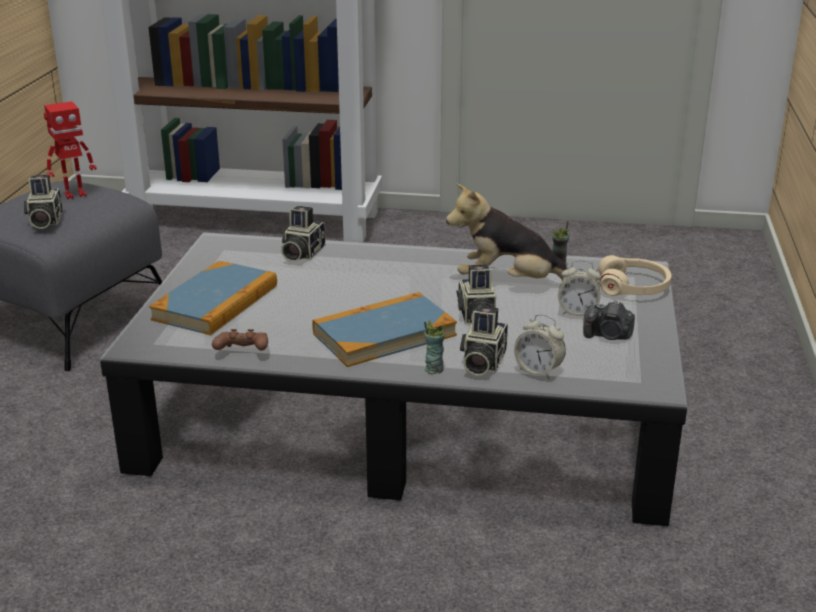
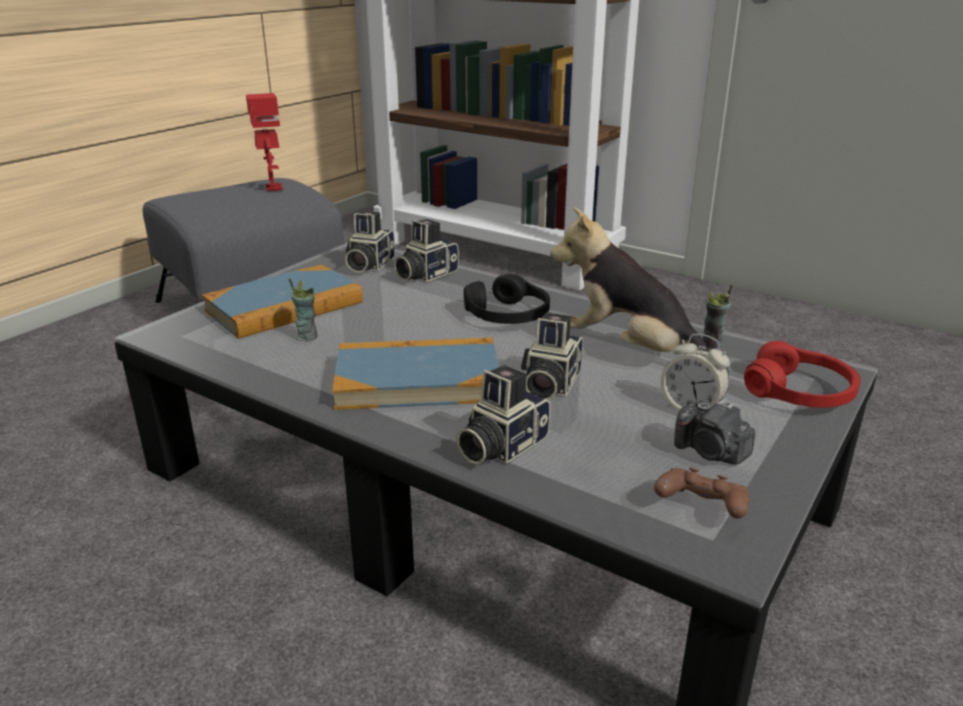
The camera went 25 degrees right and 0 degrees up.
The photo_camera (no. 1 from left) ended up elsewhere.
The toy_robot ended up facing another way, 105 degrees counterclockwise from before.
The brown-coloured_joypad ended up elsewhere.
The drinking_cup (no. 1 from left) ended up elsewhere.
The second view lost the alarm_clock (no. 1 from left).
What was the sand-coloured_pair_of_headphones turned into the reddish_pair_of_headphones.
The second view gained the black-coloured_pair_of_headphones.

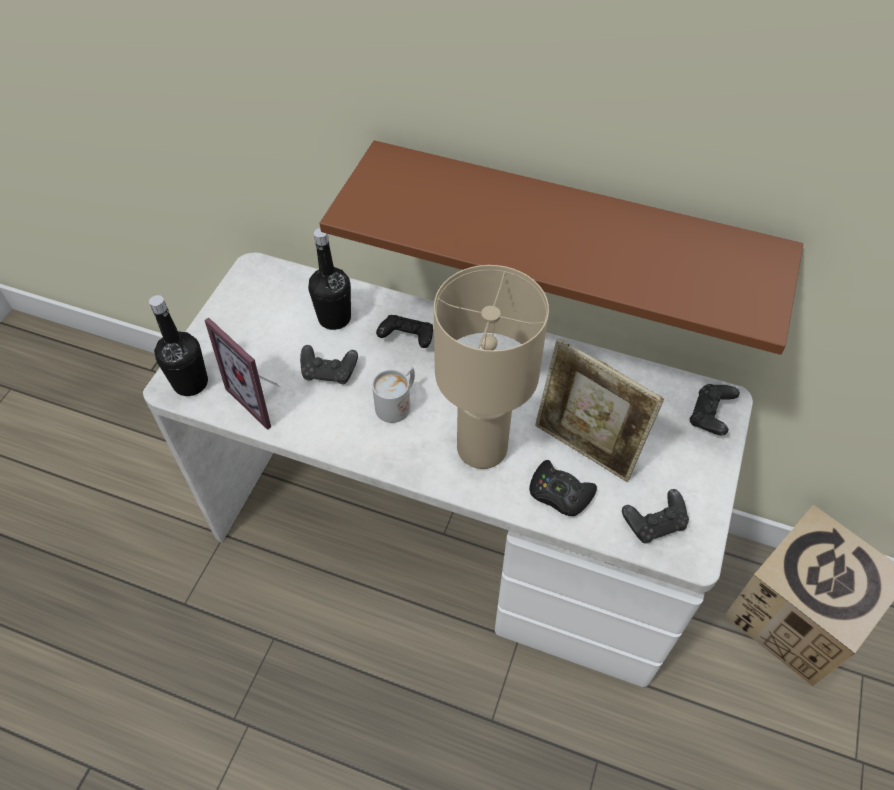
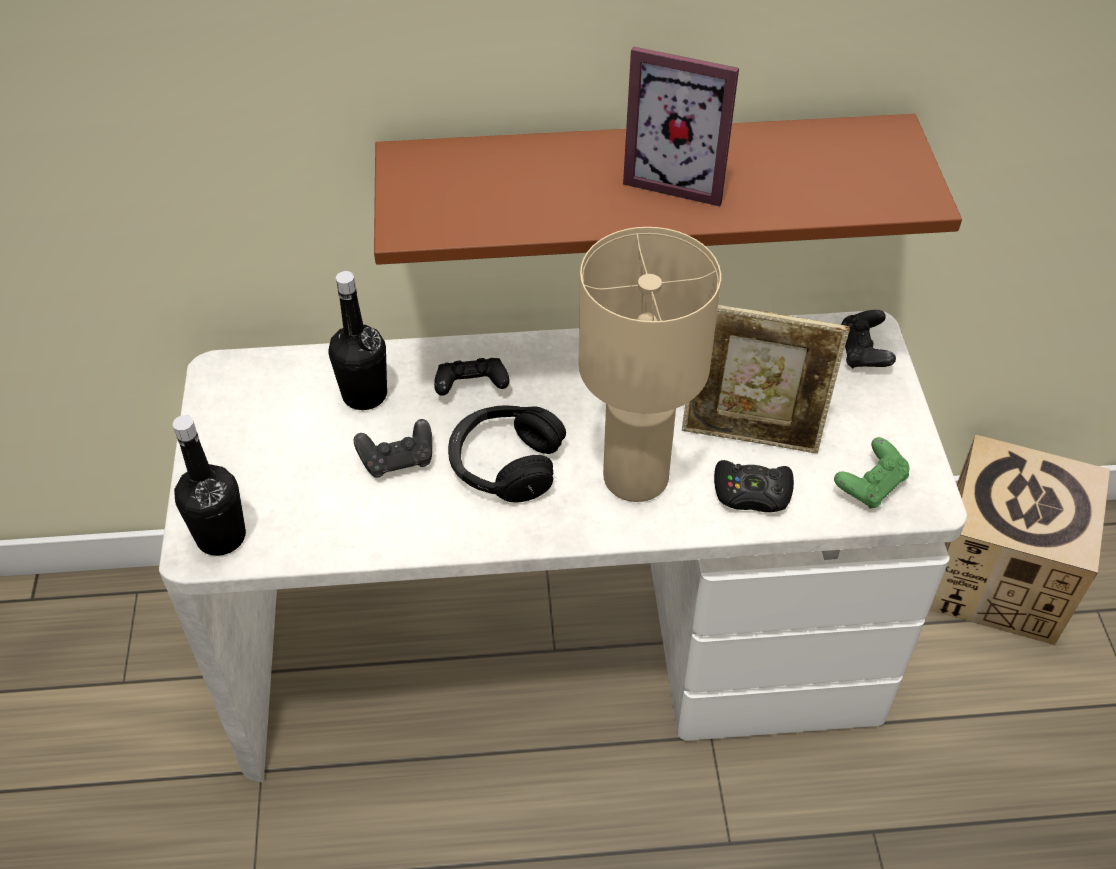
The camera went 25 degrees left and 5 degrees down.
The photo_frame (no. 1 from left) ended up elsewhere.
Where the white_mug stood, the black-coloured_pair_of_headphones came to stand.
What was the black-coloured_joypad (no. 4 from left) turned into the greenish_joypad.

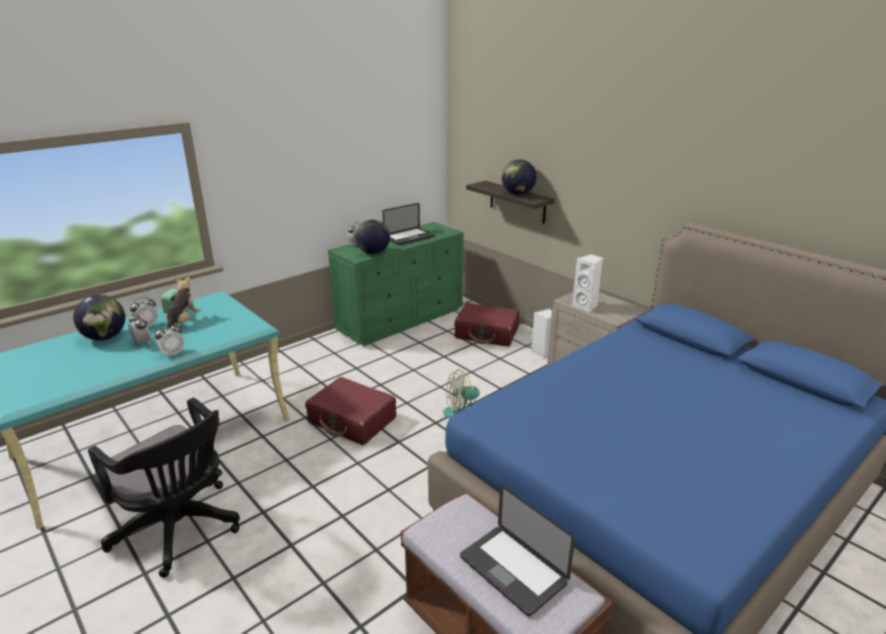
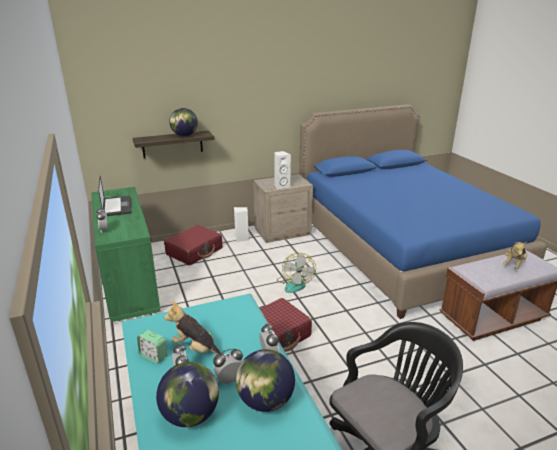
The camera went 70 degrees left and 0 degrees up.
The world_globe (no. 2 from left in the first image) ended up elsewhere.
Where the portable_computer (no. 2 from left) stood, the cuddly_toy (no. 2 from left) came to stand.

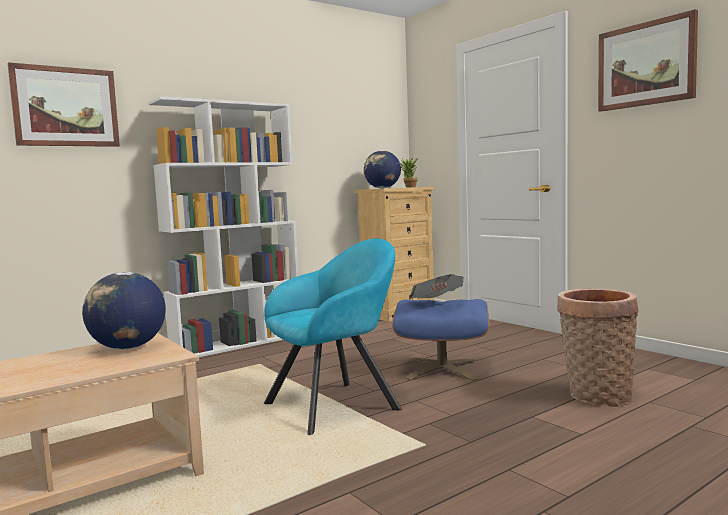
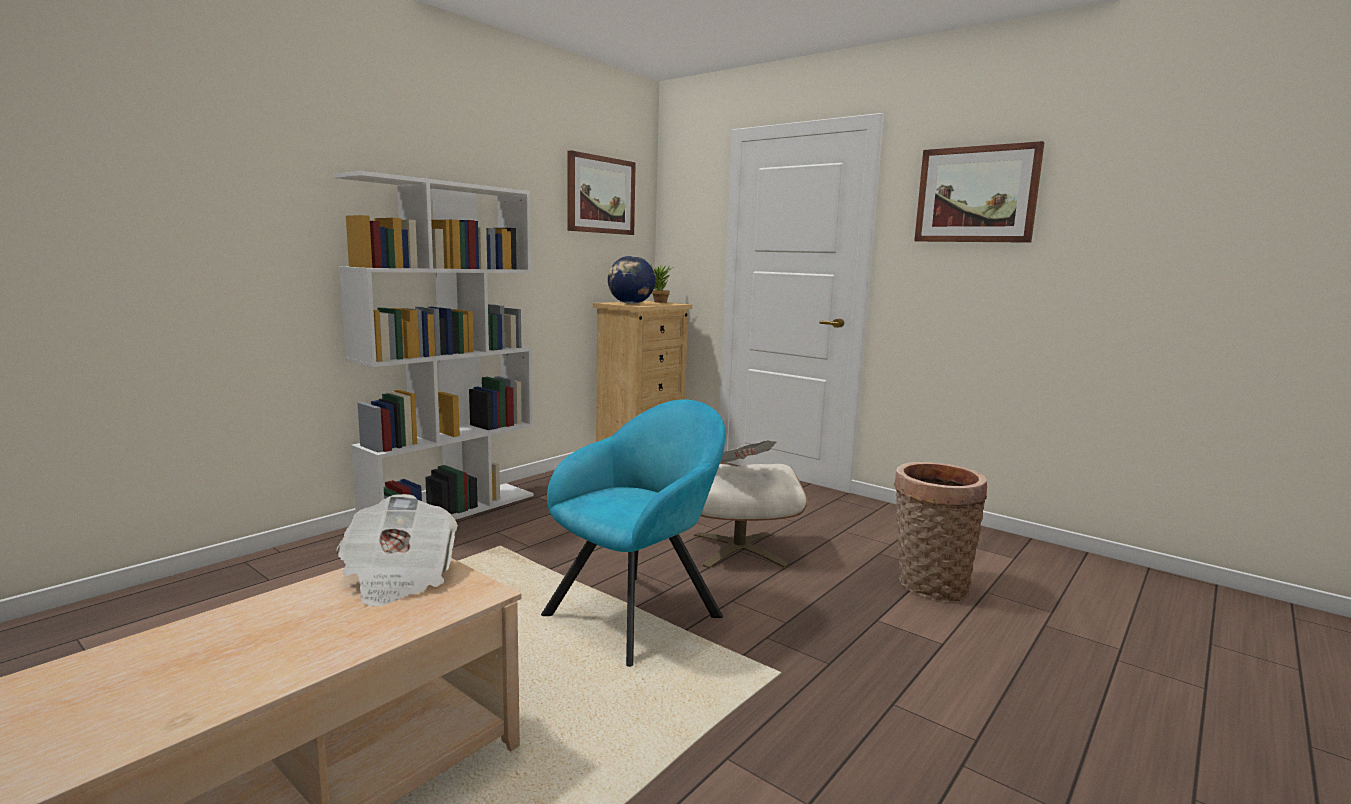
The camera went 15 degrees left and 5 degrees up.
The wall_art (no. 1 from left) ended up elsewhere.
Where the world_globe (no. 1 from left) stood, the daily_paper (no. 1 from left) came to stand.
What was the blue-coloured_footrest turned into the sand-coloured_footrest.

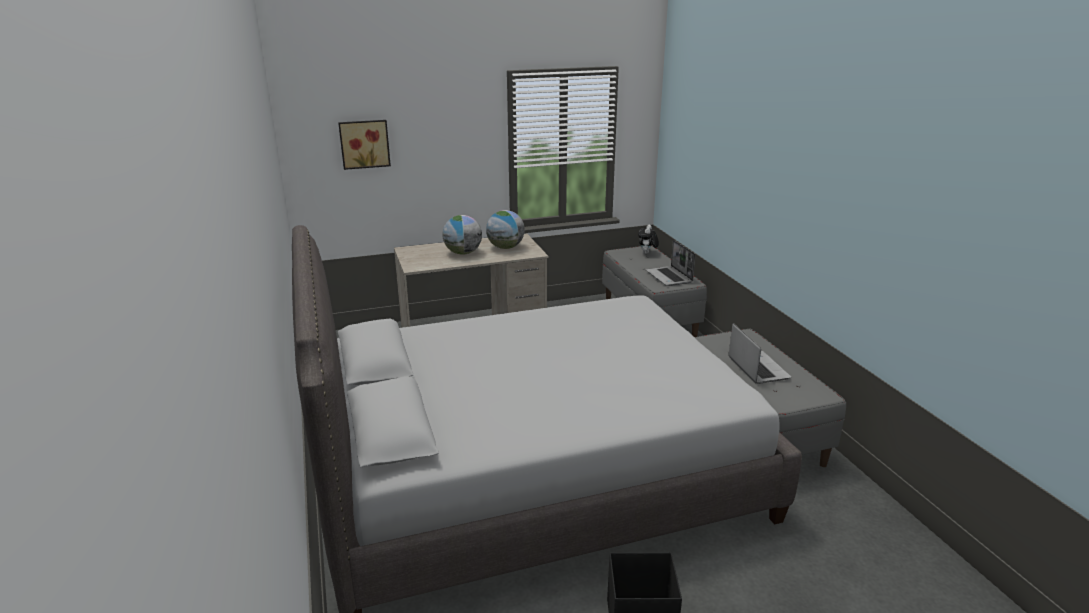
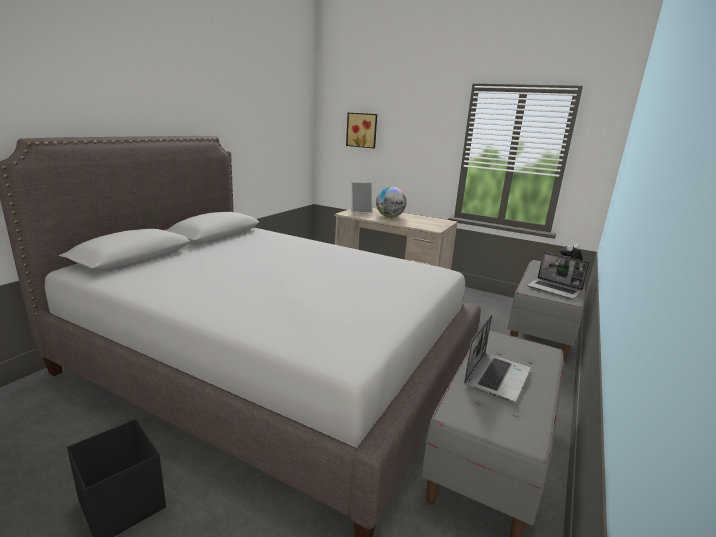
The camera went 45 degrees right and 5 degrees down.
The second view lost the world_globe (no. 2 from left).
The portable_computer (no. 1 from left in the first image) ended up facing another way, 75 degrees counterclockwise from before.
The second view gained the photo_frame.

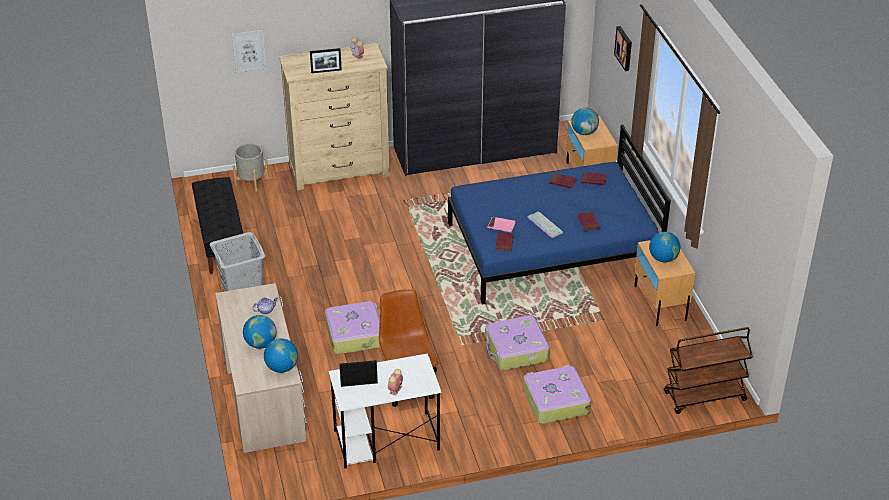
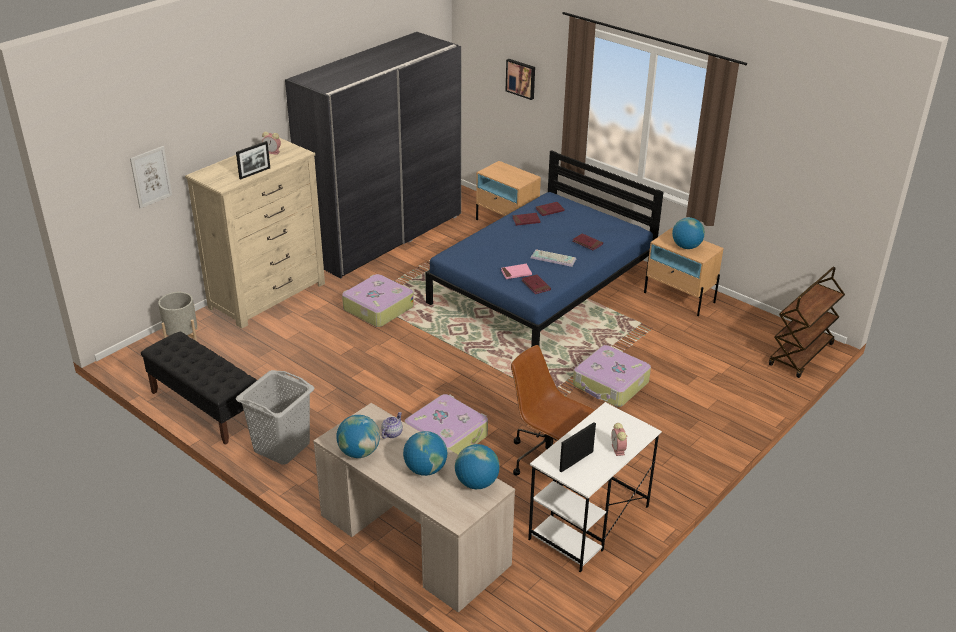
The camera went 35 degrees left and 5 degrees down.
The piece_of_luggage (no. 3 from left in the first image) ended up elsewhere.
The world_globe (no. 3 from left in the first image) ended up elsewhere.

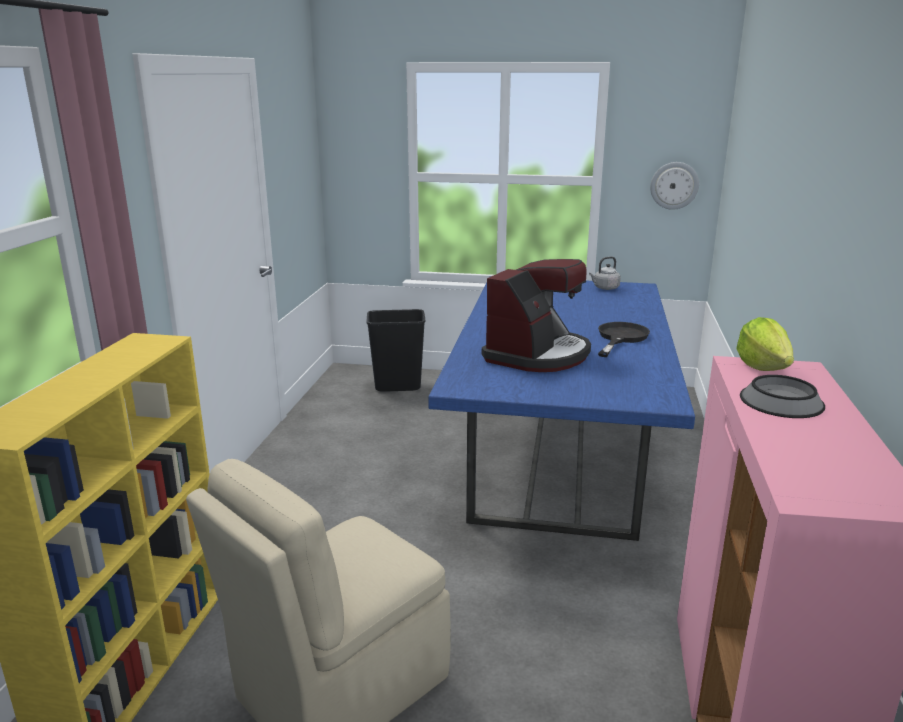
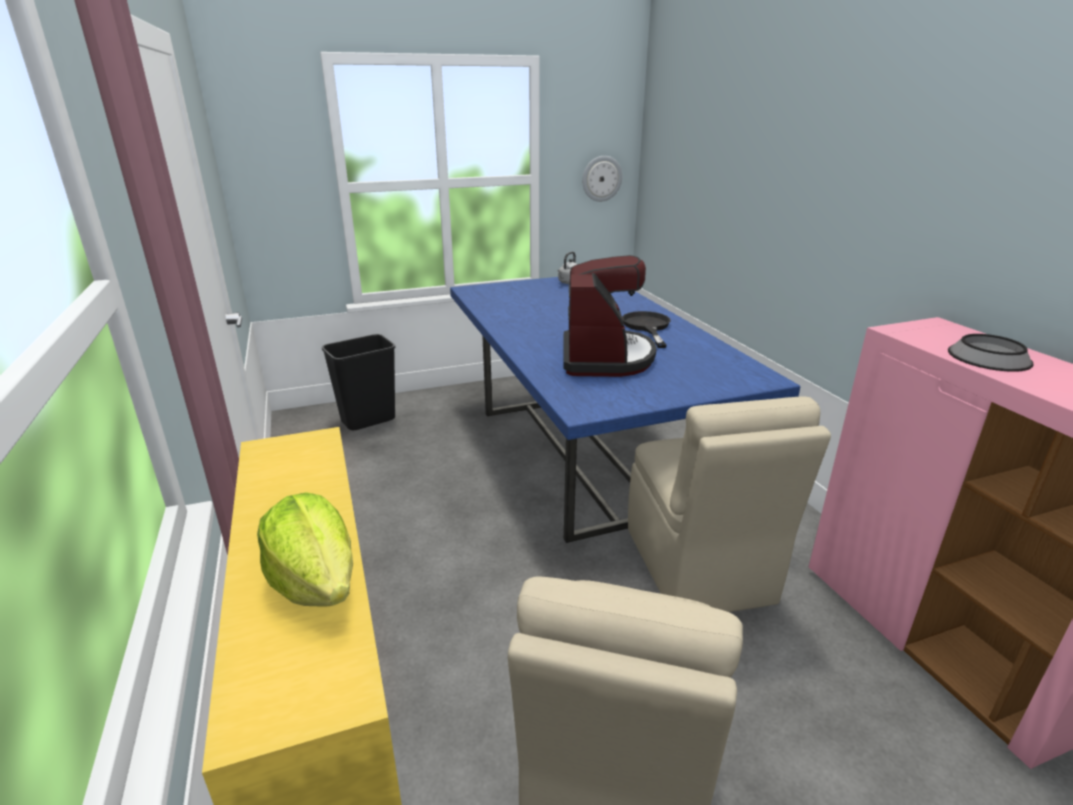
The camera went 30 degrees left and 5 degrees up.
The lettuce ended up elsewhere.
The second view gained the sand-coloured_upright_chair (no. 2 from left).

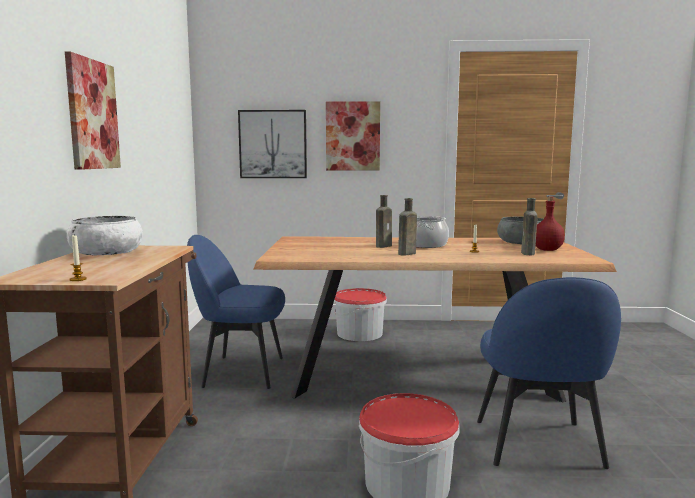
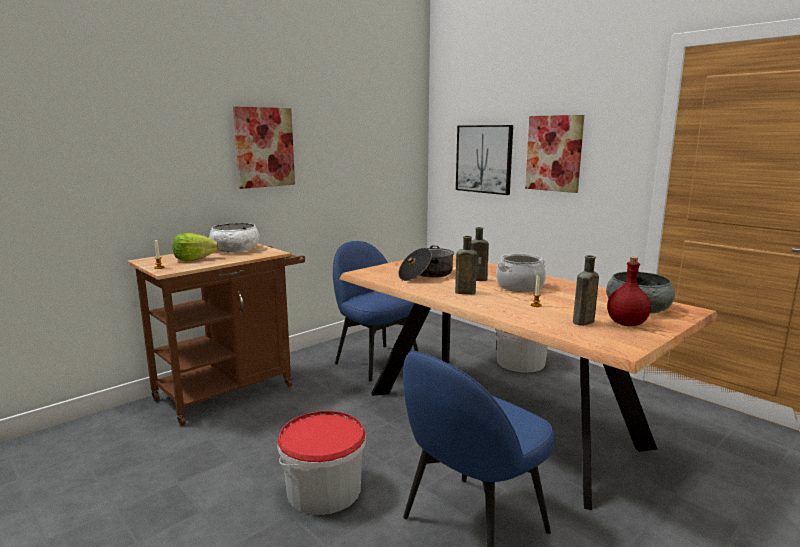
The camera went 45 degrees right and 5 degrees up.
The second view gained the lettuce.
The second view gained the cooking_pot (no. 1 from left).

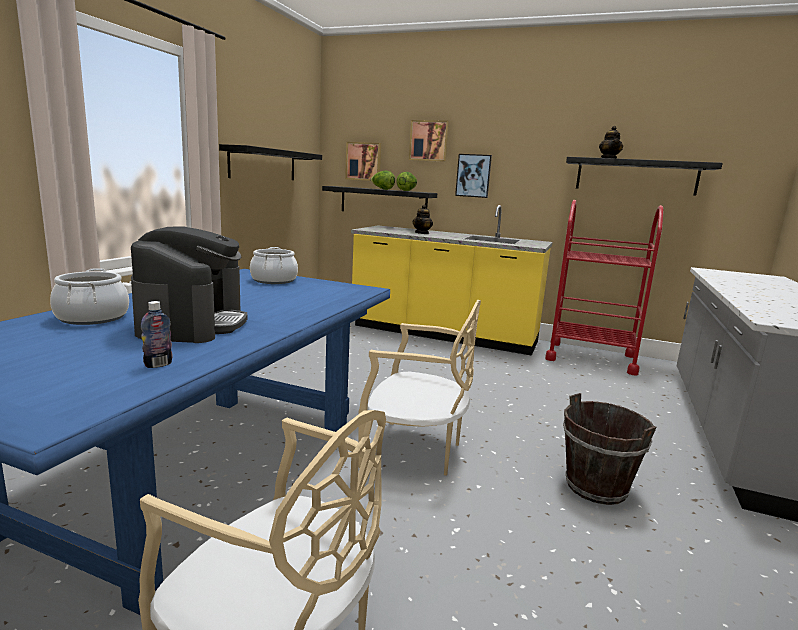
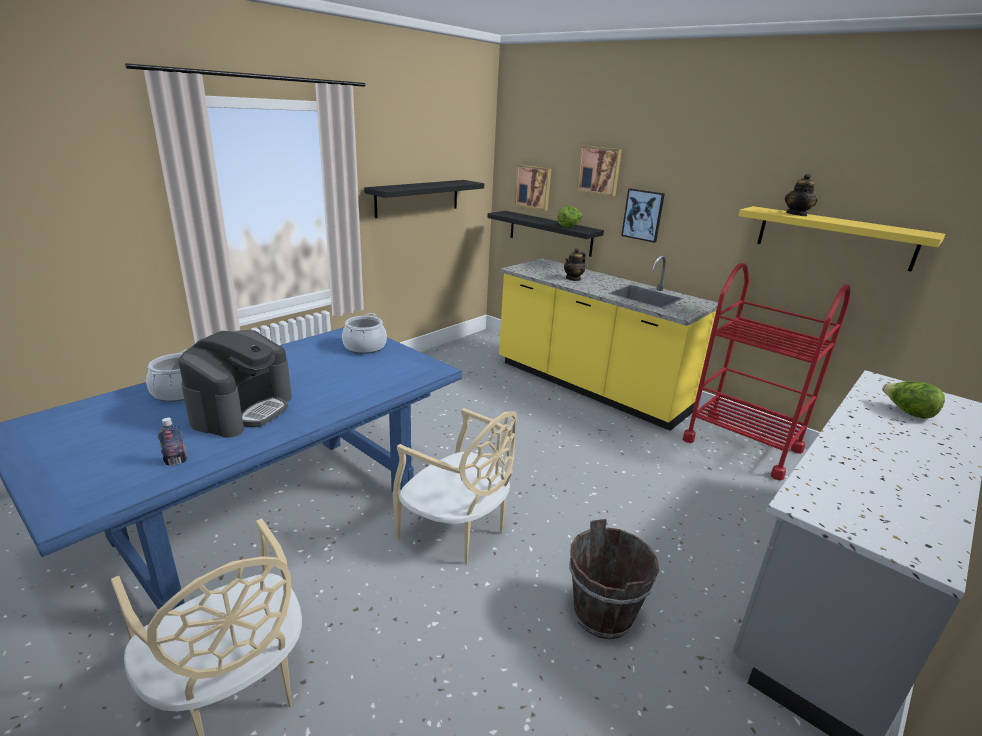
The camera went 20 degrees right and 10 degrees up.
The lettuce (no. 1 from left in the first image) ended up elsewhere.
What was the black-coloured_bracket_shelf (no. 3 from left) turned into the yellow-coloured_bracket_shelf.

